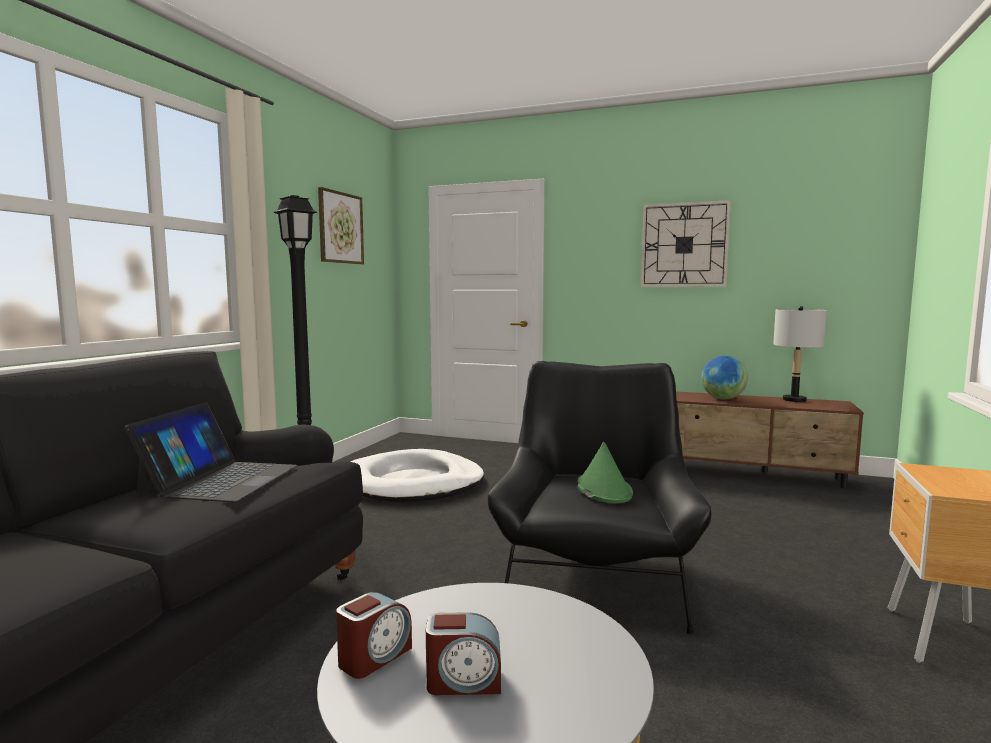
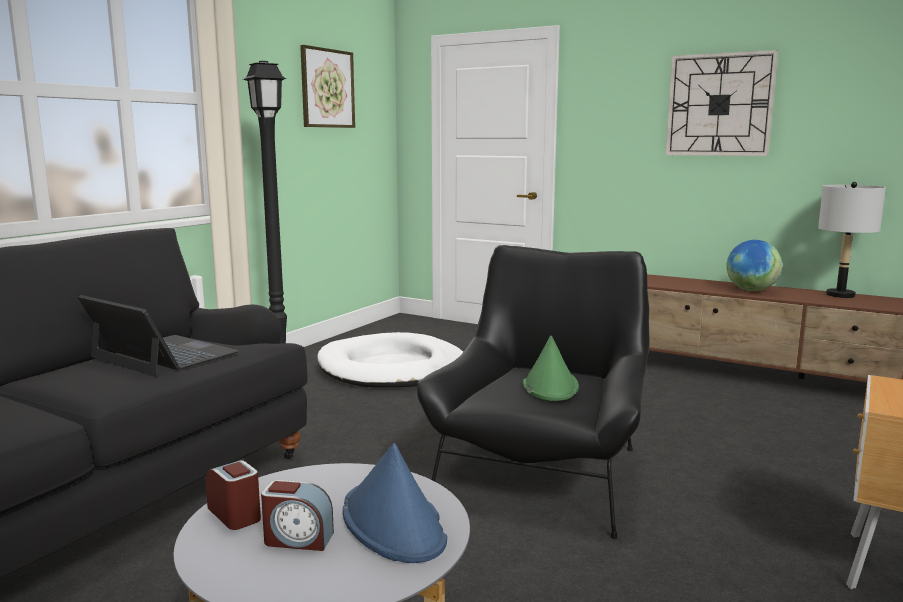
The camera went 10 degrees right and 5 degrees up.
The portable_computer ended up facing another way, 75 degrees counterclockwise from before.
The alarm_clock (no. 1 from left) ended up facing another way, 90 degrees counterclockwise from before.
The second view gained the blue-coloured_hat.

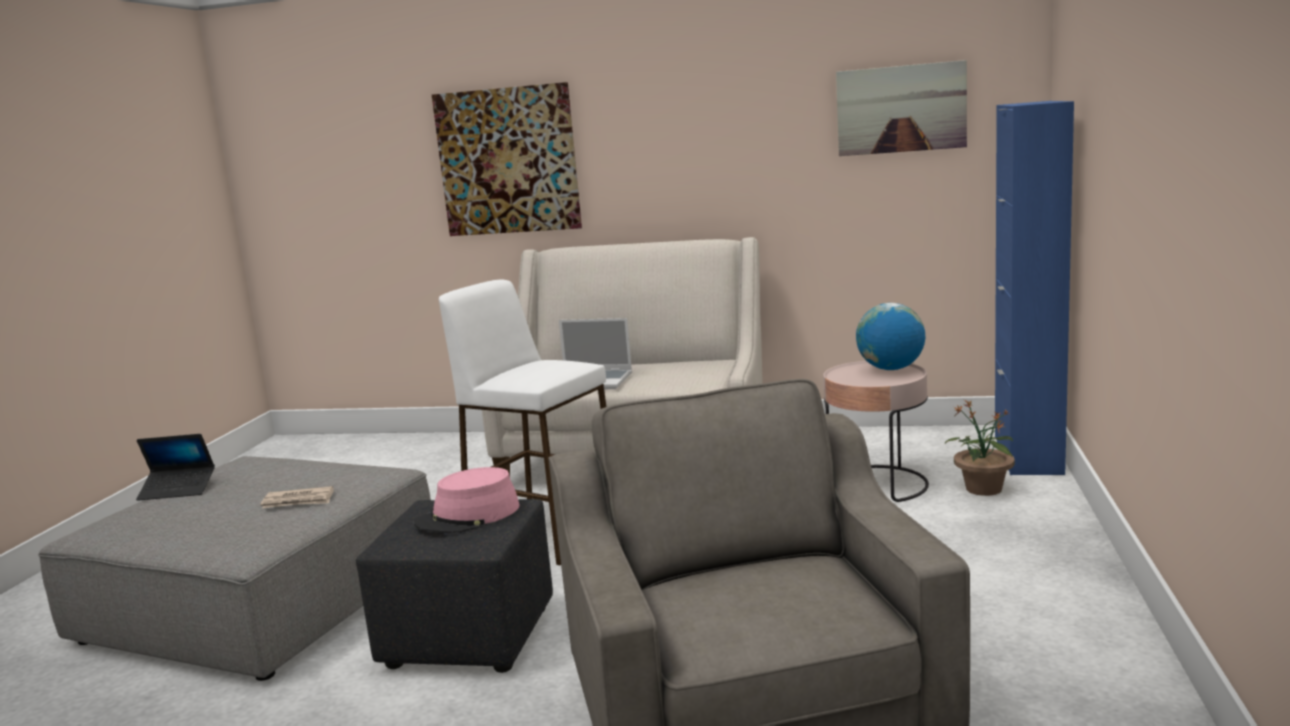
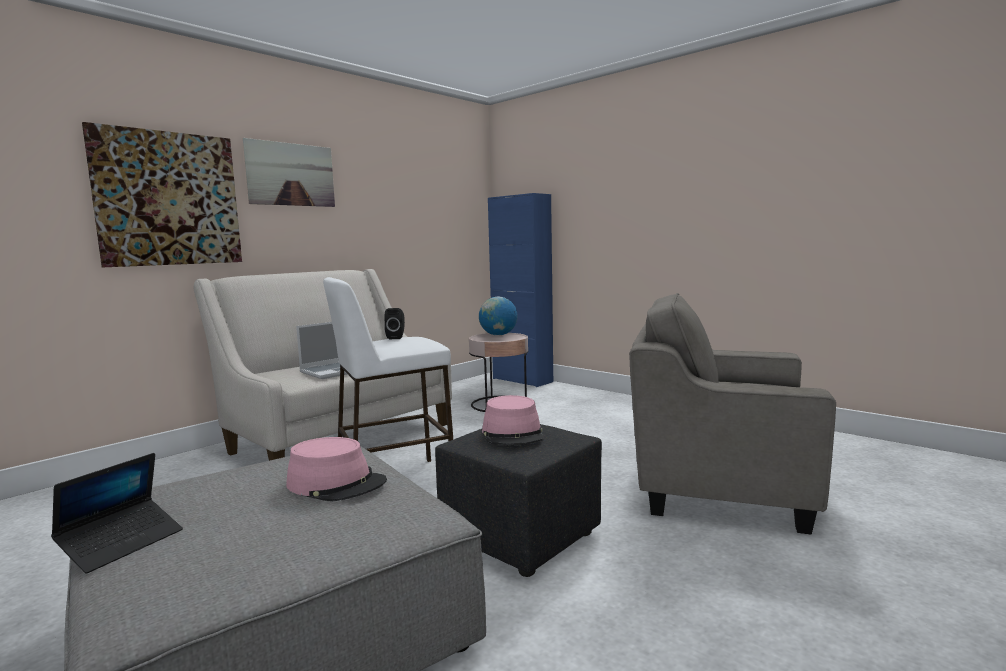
The camera went 60 degrees left and 5 degrees down.
Where the daily_paper stood, the pink_hat (no. 1 from left) came to stand.
The wall_art (no. 2 from left) ended up elsewhere.
The second view lost the potted_plant.
The second view gained the black-coloured_speaker.

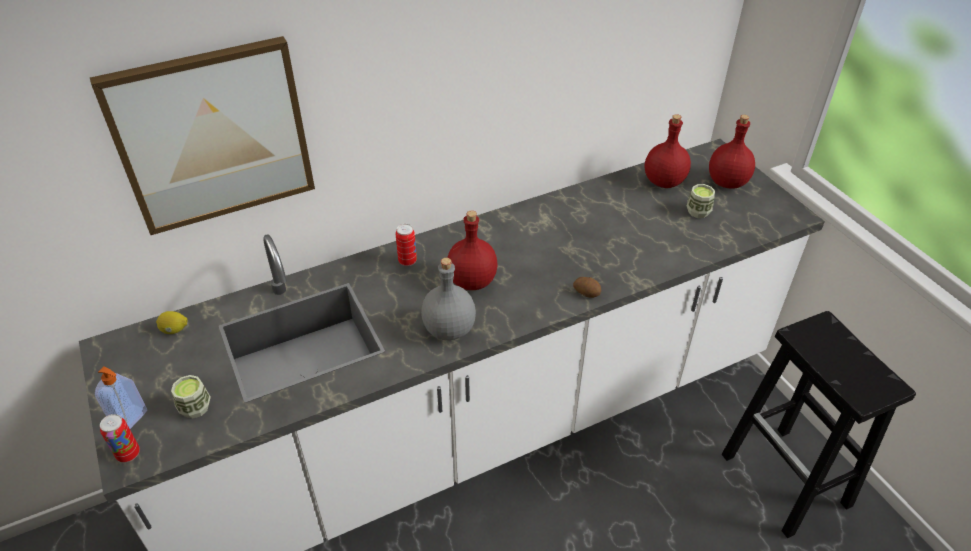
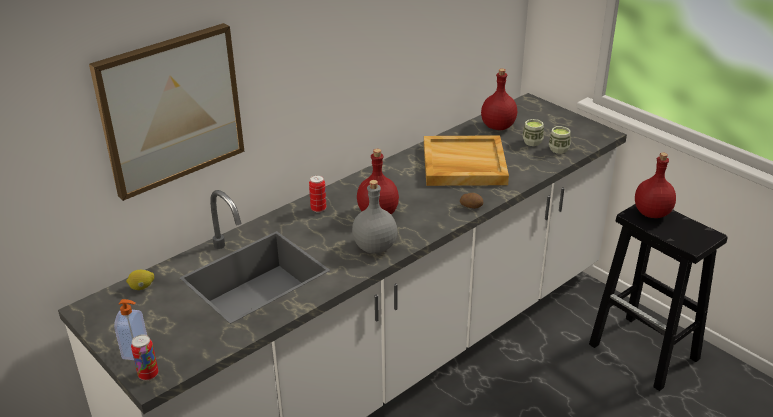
The camera went 15 degrees left and 10 degrees down.
The drinking_cup (no. 1 from left in the first image) ended up elsewhere.
The reddish_bottle (no. 3 from left) ended up elsewhere.
The second view gained the sand-coloured_serving_tray.

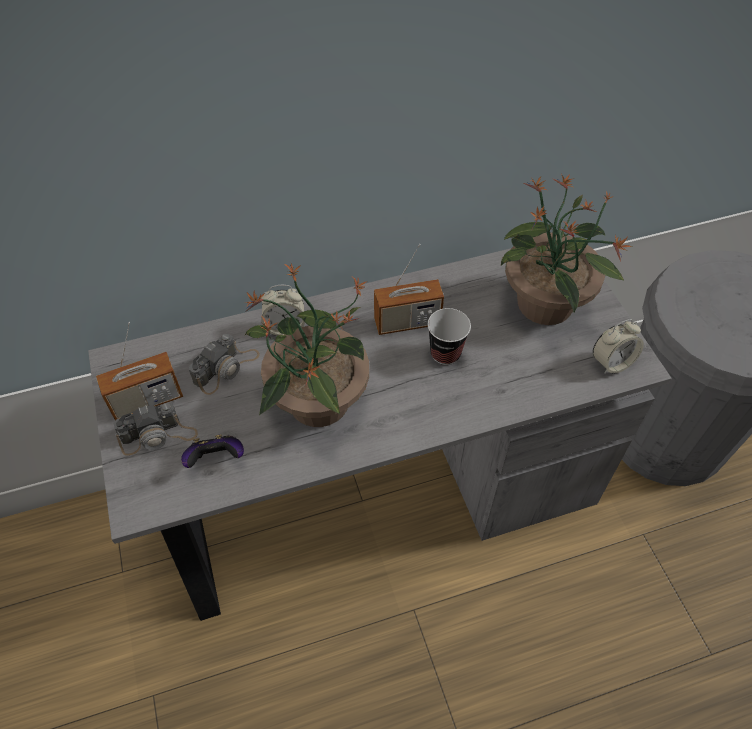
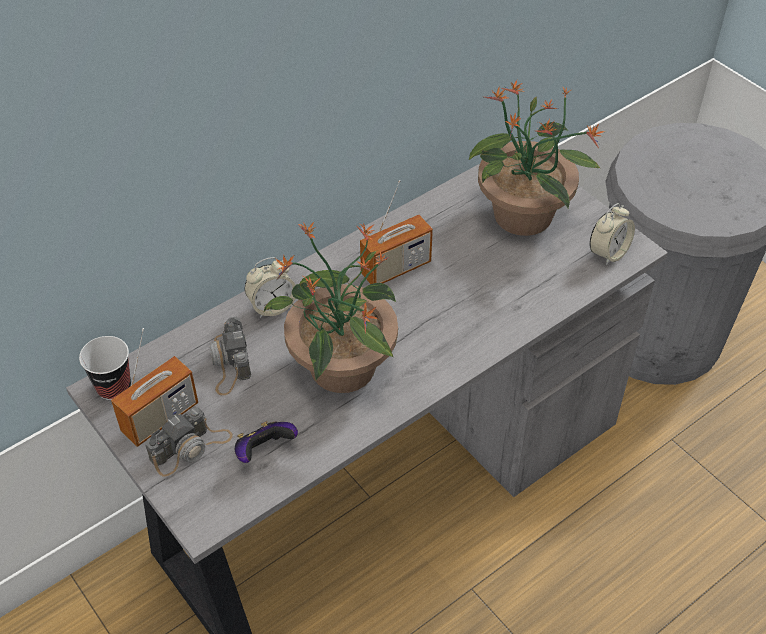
The camera went 20 degrees left and 5 degrees down.
The photo_camera (no. 2 from left) ended up facing another way, 150 degrees clockwise from before.
The drinking_cup ended up elsewhere.

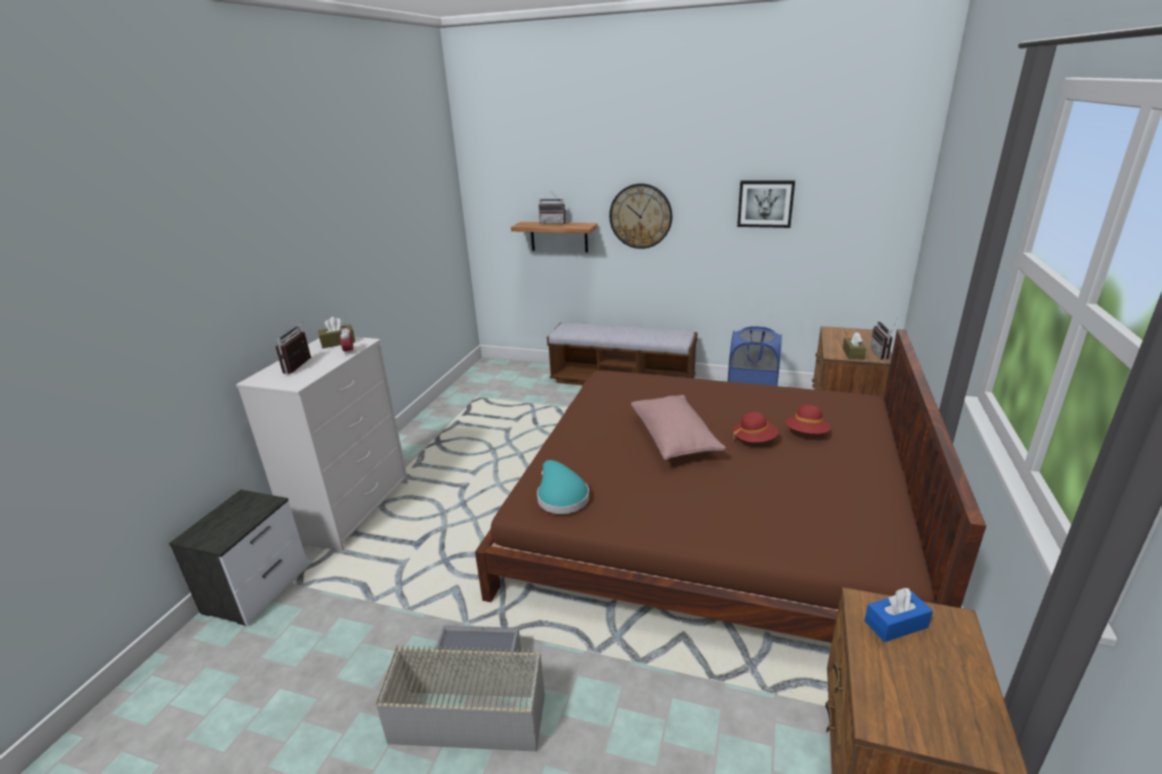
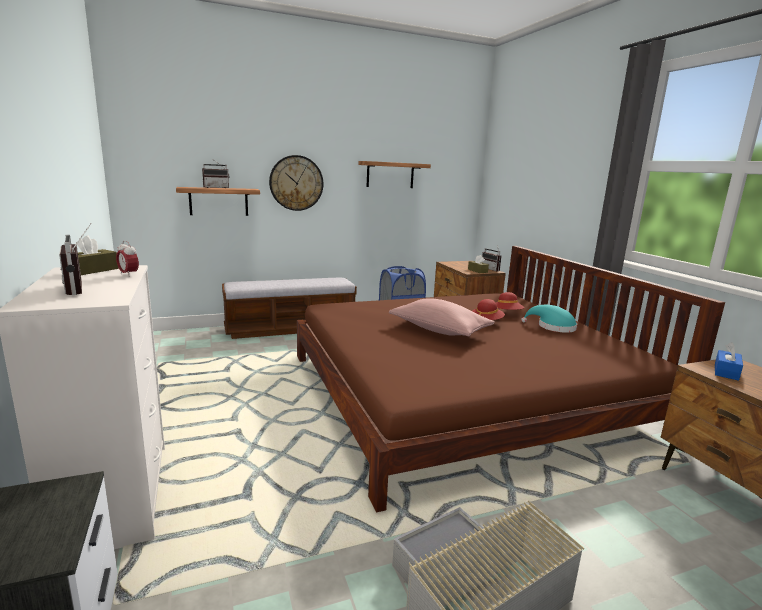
The camera went 40 degrees left and 10 degrees down.
The turquoise-coloured_hat ended up elsewhere.
Where the wall_art hung, the bracket_shelf (no. 2 from left) came to hang.

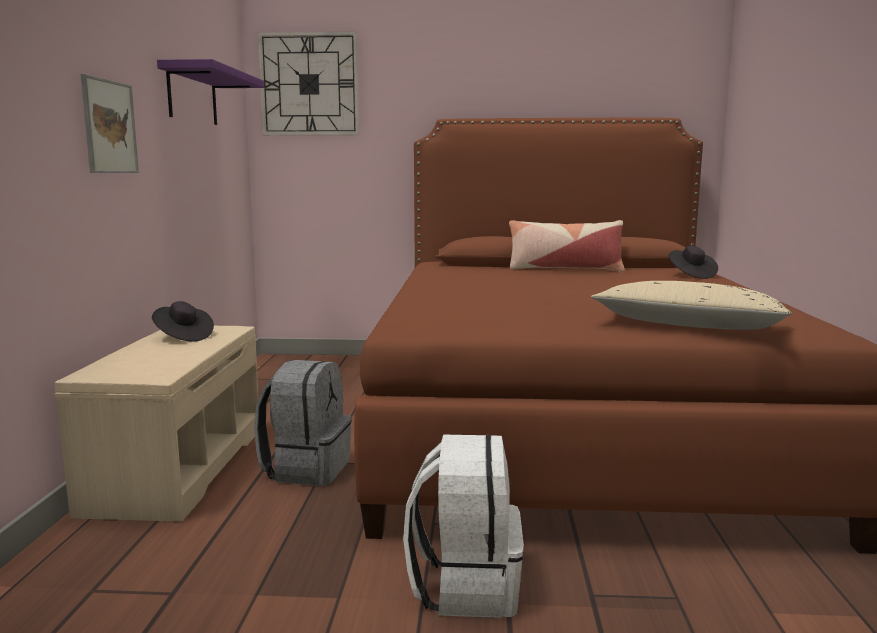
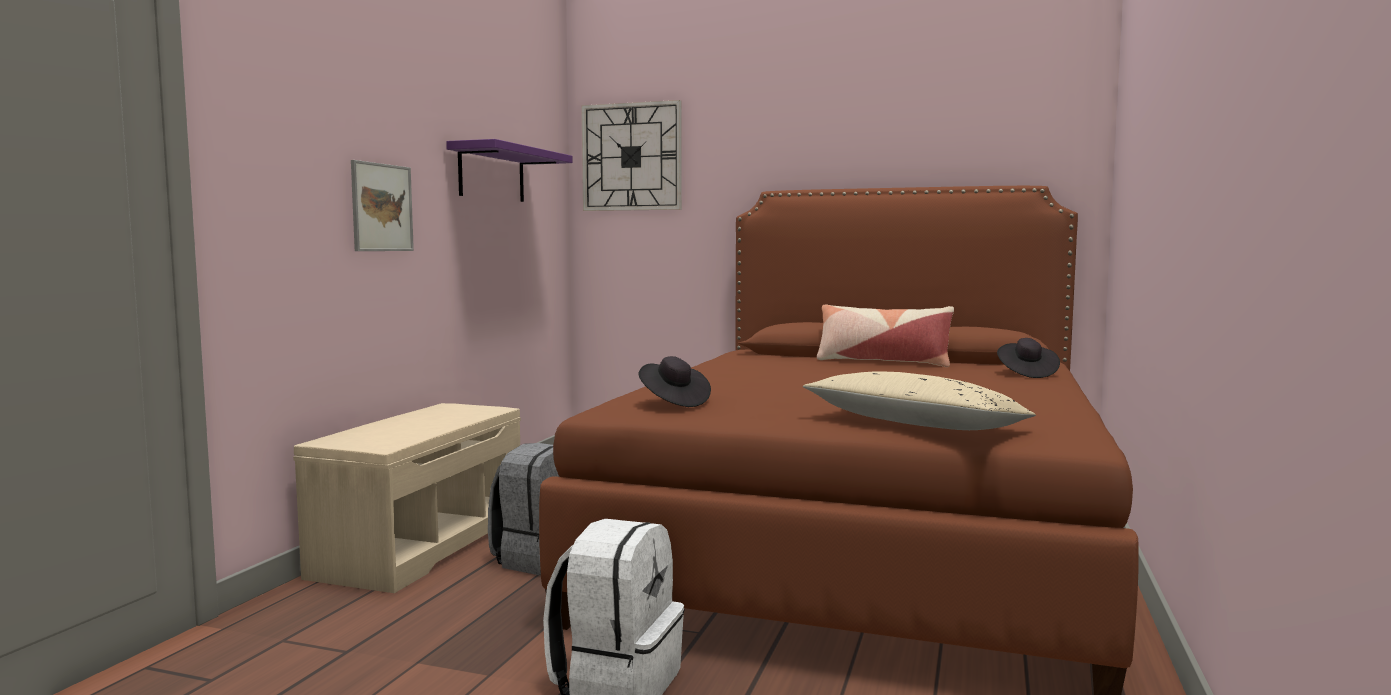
The camera went 15 degrees right and 5 degrees down.
The black-coloured_hat (no. 1 from left) ended up elsewhere.

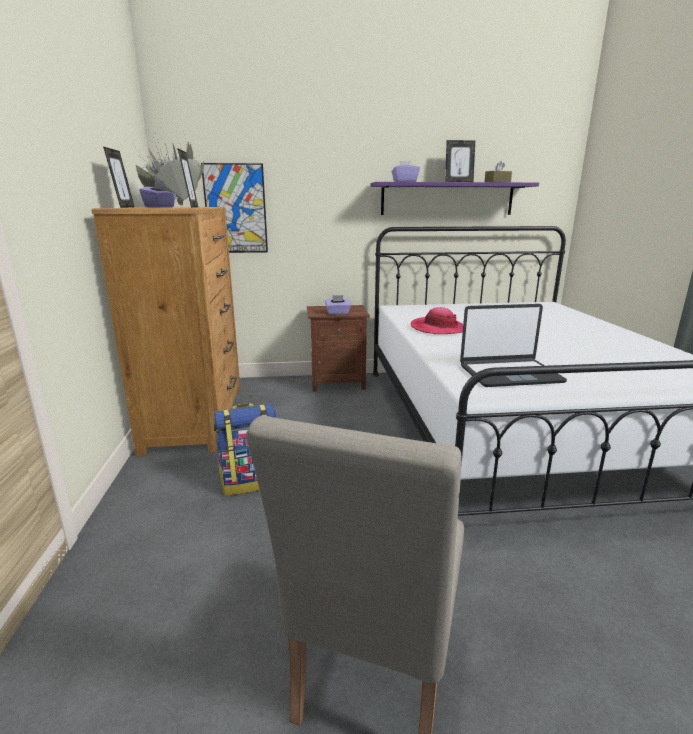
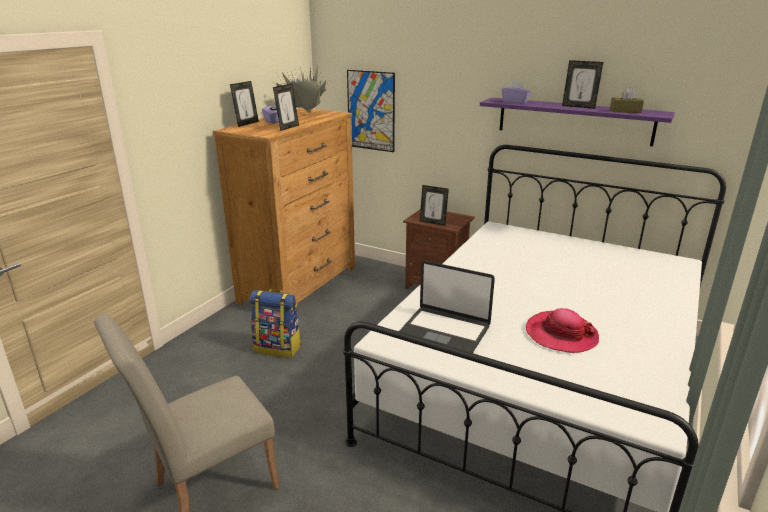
The camera went 35 degrees right and 5 degrees up.
Where the purplish_tissue_holder (no. 2 from left) stood, the photo_frame (no. 3 from left) came to stand.
The hat ended up elsewhere.

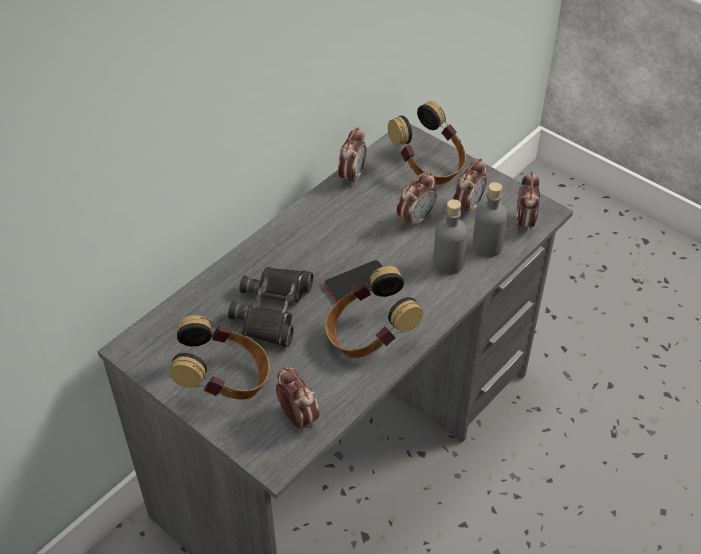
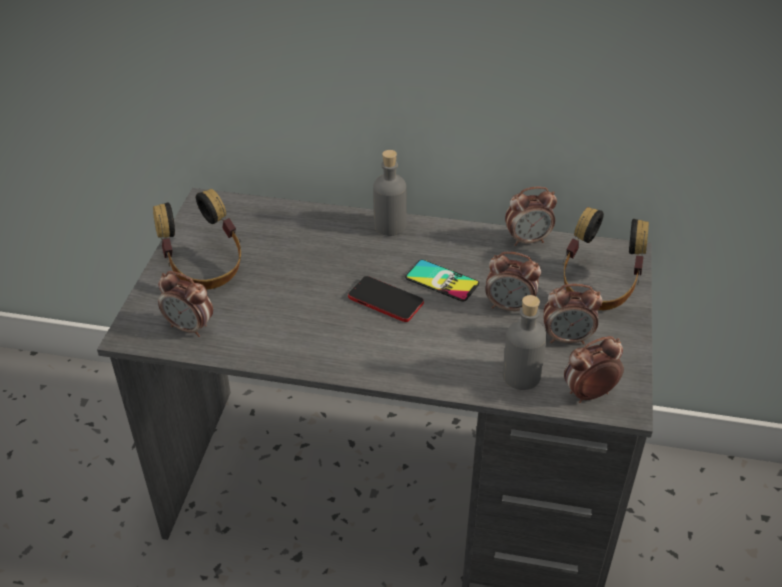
The camera went 60 degrees right and 5 degrees down.
The second view lost the black-coloured_field_glasses.
The alarm_clock (no. 1 from left) ended up facing another way, 90 degrees clockwise from before.
The second view lost the pair_of_headphones (no. 2 from left).
The gray_bottle (no. 1 from left) ended up elsewhere.
The second view gained the phone (no. 2 from left).

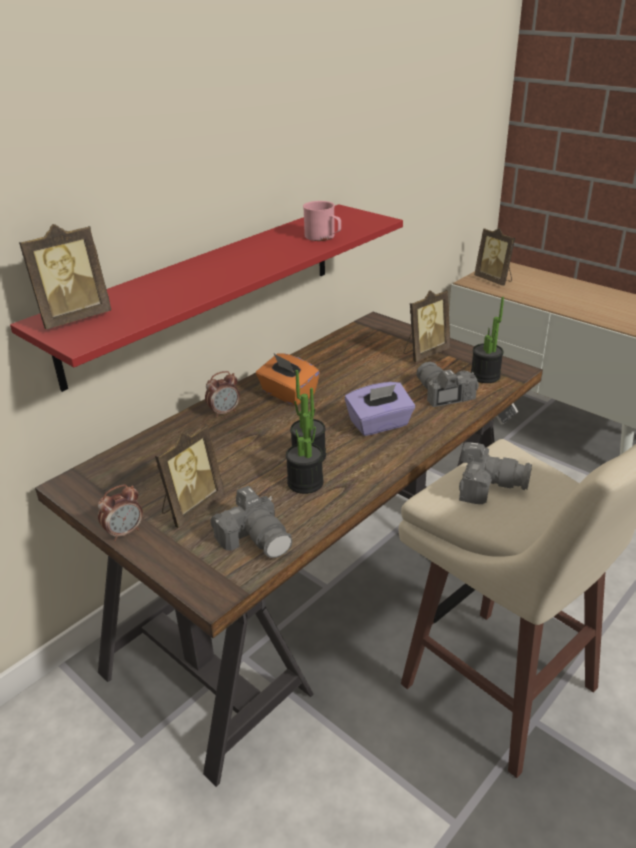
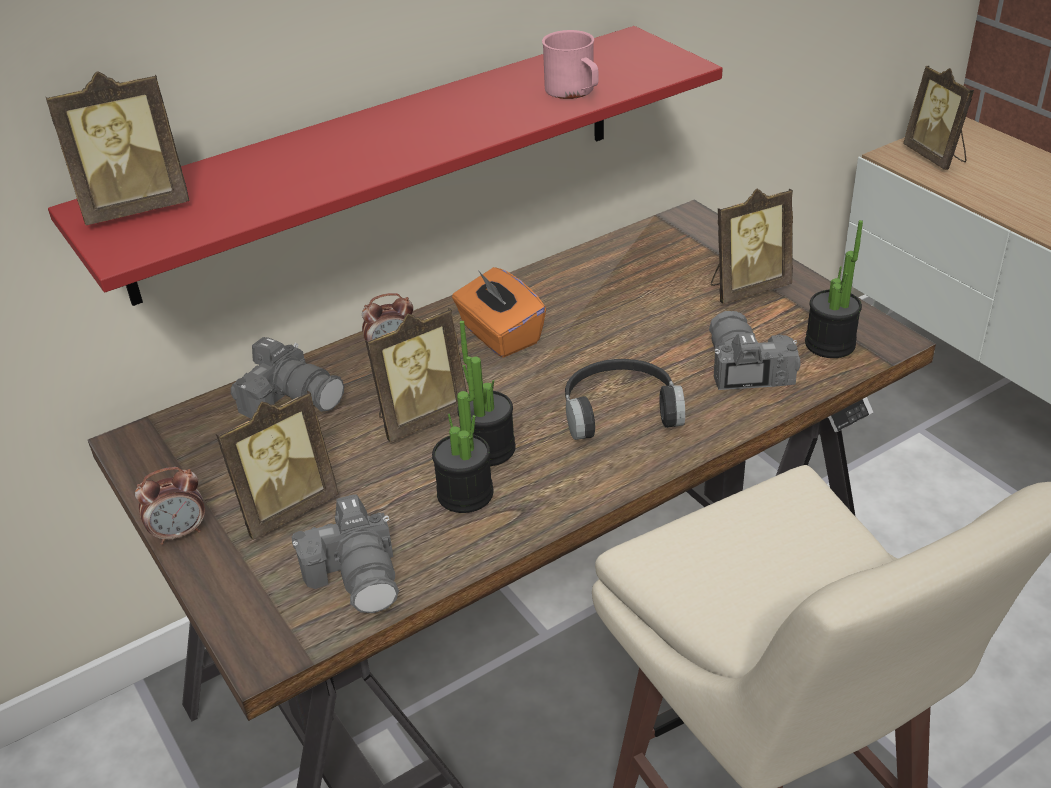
The camera went 15 degrees right and 5 degrees up.
Where the purplish_tissue_holder stood, the black-coloured_pair_of_headphones came to stand.
The photo_camera (no. 3 from left in the first image) ended up elsewhere.
The second view gained the photo_frame (no. 3 from left).

